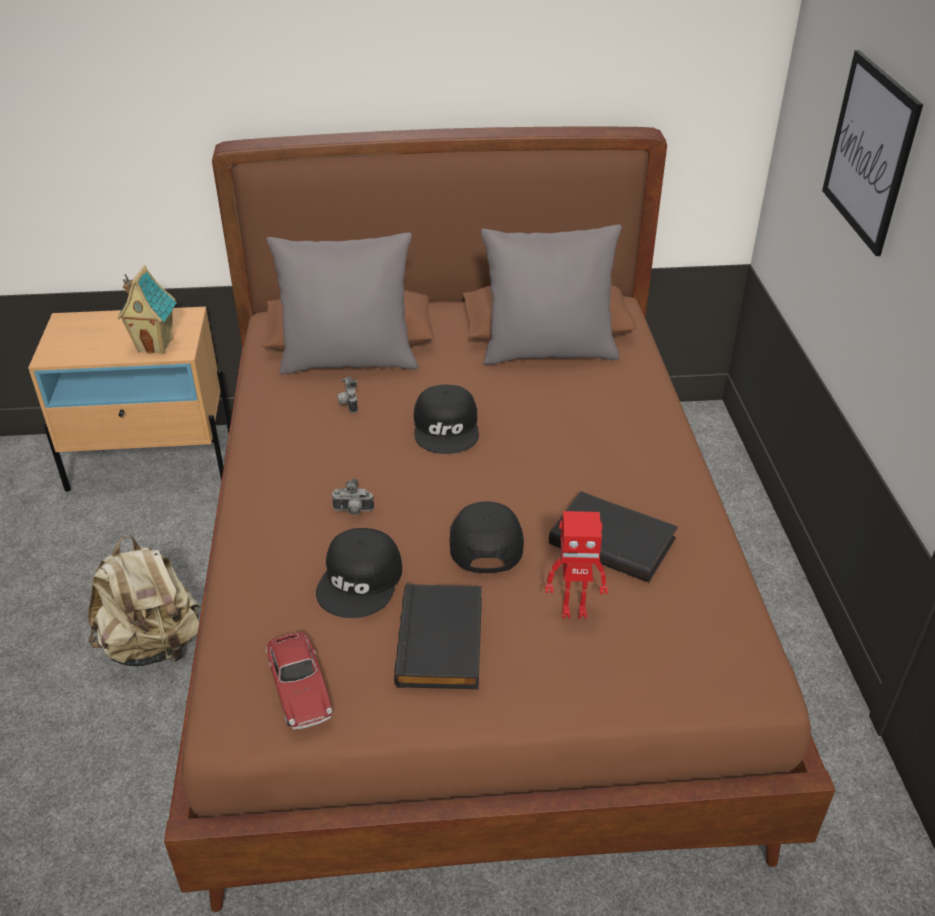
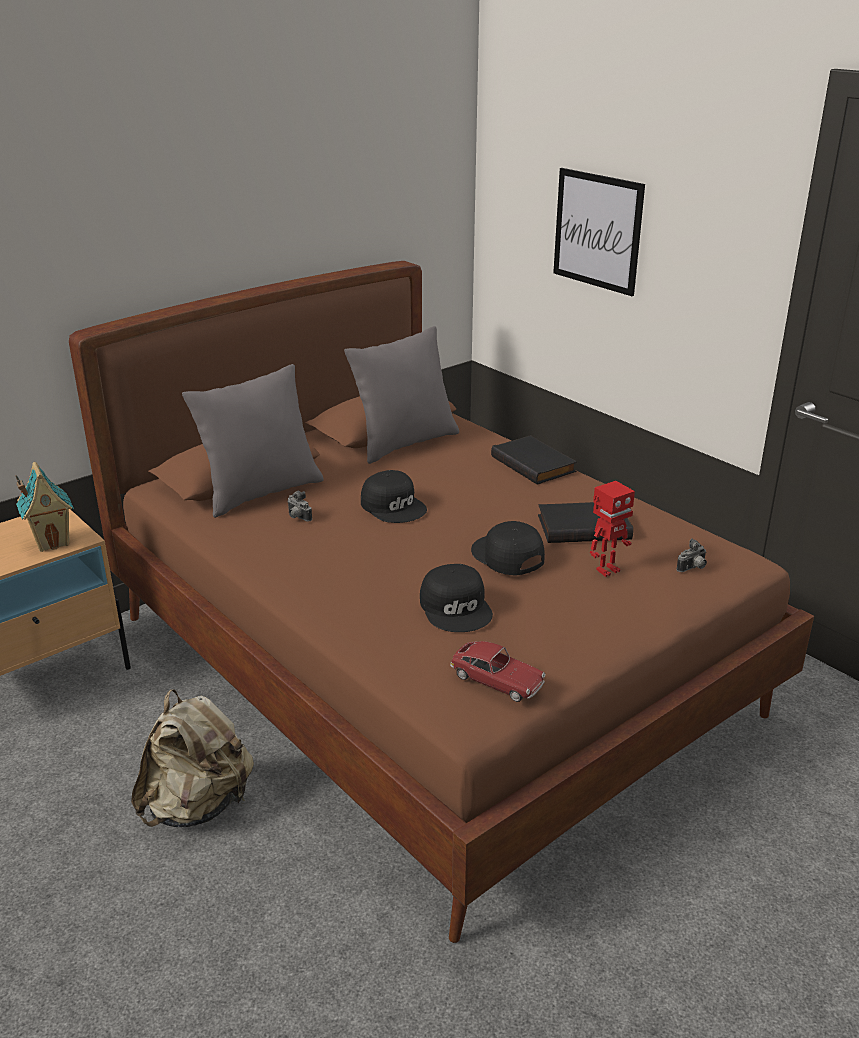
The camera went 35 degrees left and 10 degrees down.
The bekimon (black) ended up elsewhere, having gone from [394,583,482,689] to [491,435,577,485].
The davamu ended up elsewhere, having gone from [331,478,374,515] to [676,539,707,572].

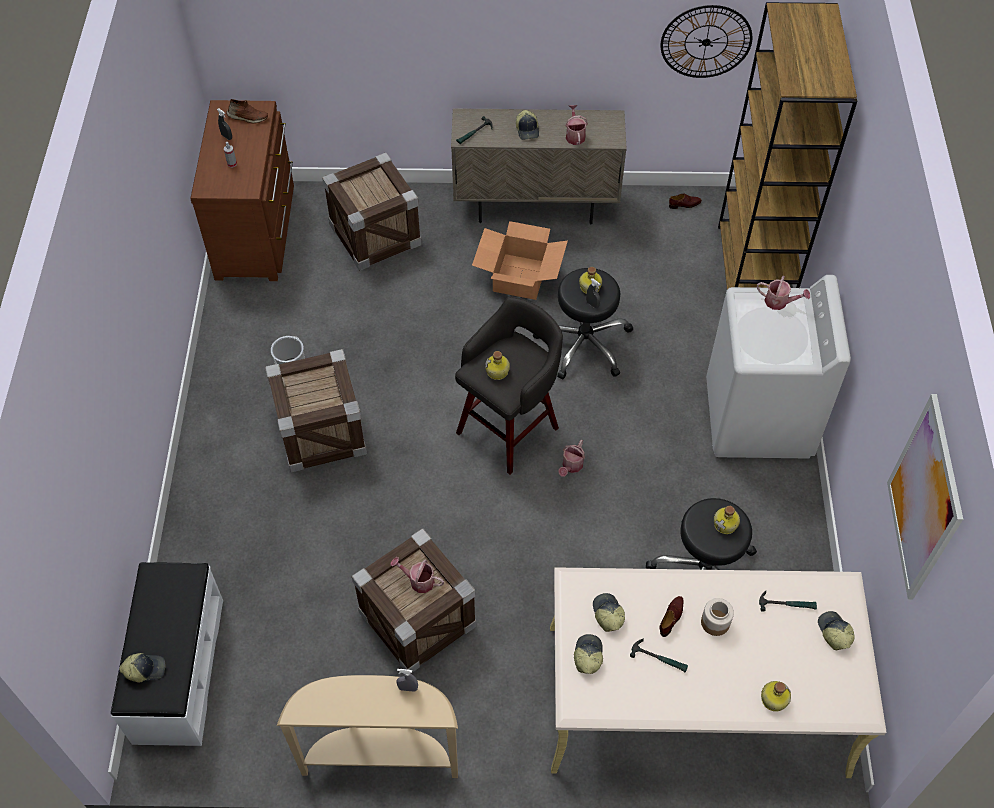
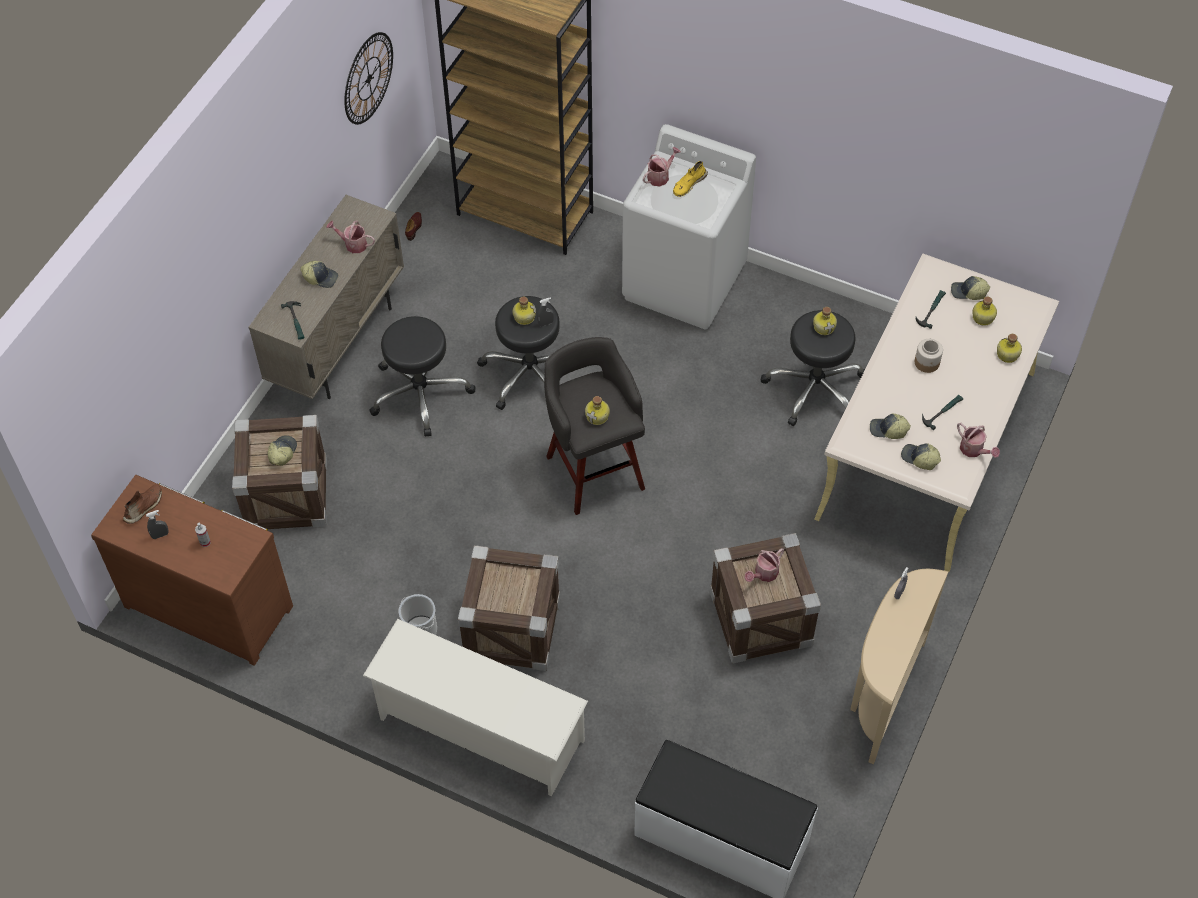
The camera went 65 degrees left and 0 degrees up.
The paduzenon ended up elsewhere, having gone from [119,653,165,683] to [267,435,297,466].
The second view gained the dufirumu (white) at [363,619,588,797].
Where the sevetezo stood at [472,221,568,300], the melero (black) came to stand at [369,316,475,437].
The second view gained the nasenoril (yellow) at [673,161,708,197].
The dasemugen ended up elsewhere, having gone from [558,440,585,477] to [957,423,1000,458].
The second view gained the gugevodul at [972,297,997,326].
The second view lost the nasenoril (brown) at [659,596,683,637].
The second view lost the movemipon at [887,394,963,599].

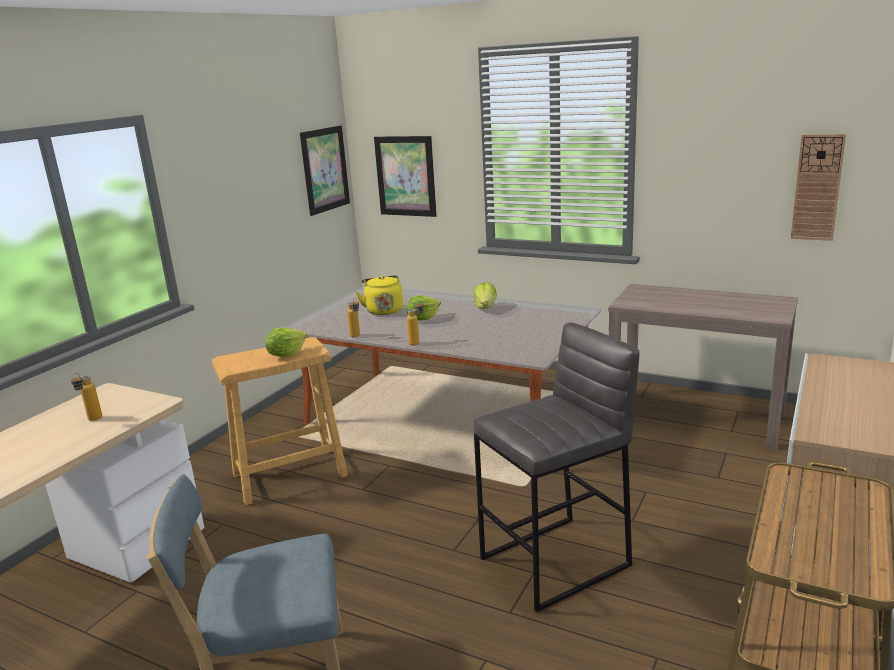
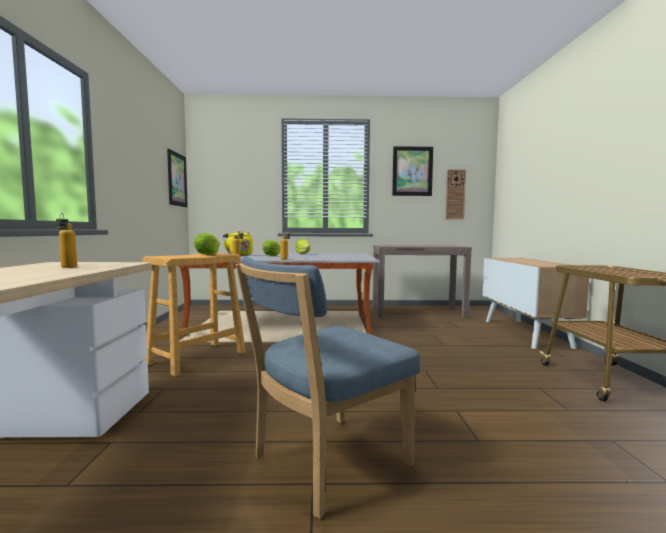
The camera went 30 degrees left and 15 degrees down.
The movemipon ended up elsewhere, having gone from [374,136,437,217] to [392,146,433,196].
The second view lost the melero (grey) at [474,322,639,613].

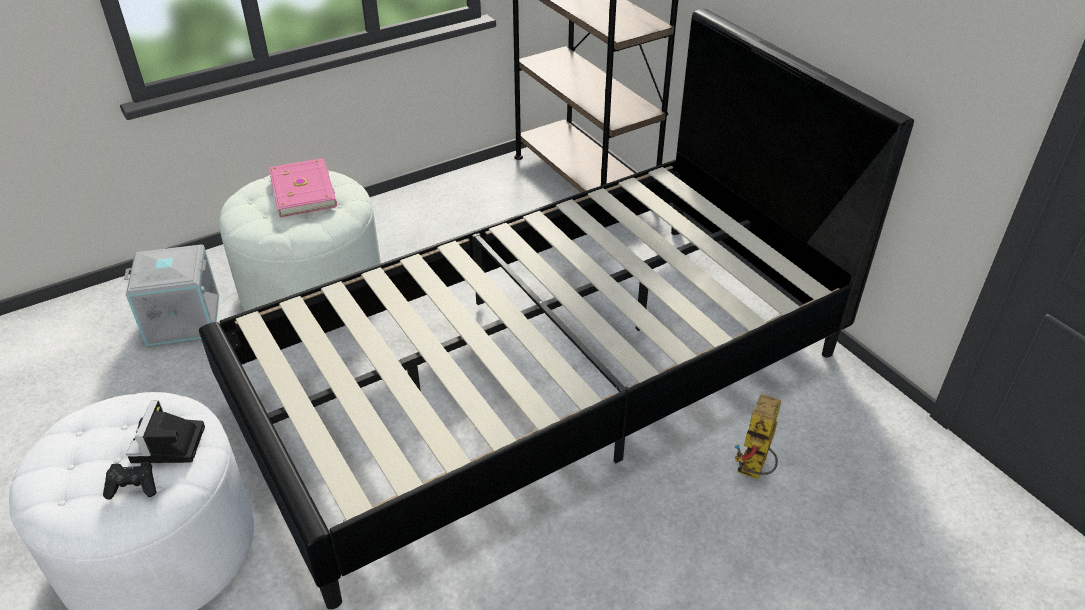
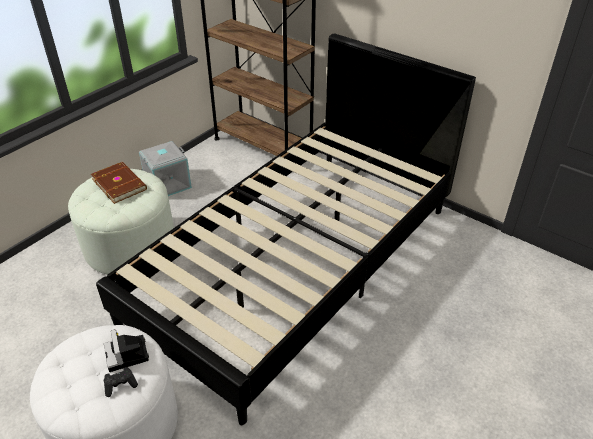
The camera went 20 degrees left and 0 degrees up.
What was the bekimon (pink) at [269,158,337,218] turned into the bekimon (brown) at [91,162,147,204].
The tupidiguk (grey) ended up elsewhere, having gone from [124,245,219,346] to [139,141,192,196].
The second view lost the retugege at [735,394,781,479].

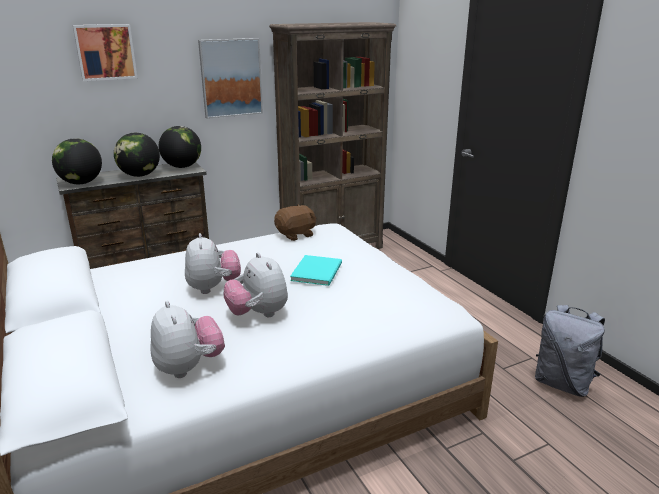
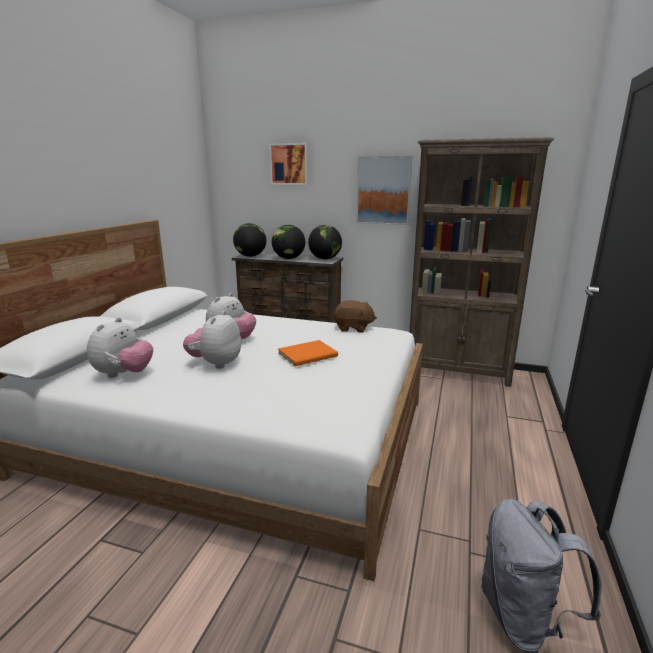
The camera went 45 degrees right and 5 degrees down.
What was the bekimon (turquoise) at [290,255,342,286] turned into the bekimon (orange) at [278,340,338,366].

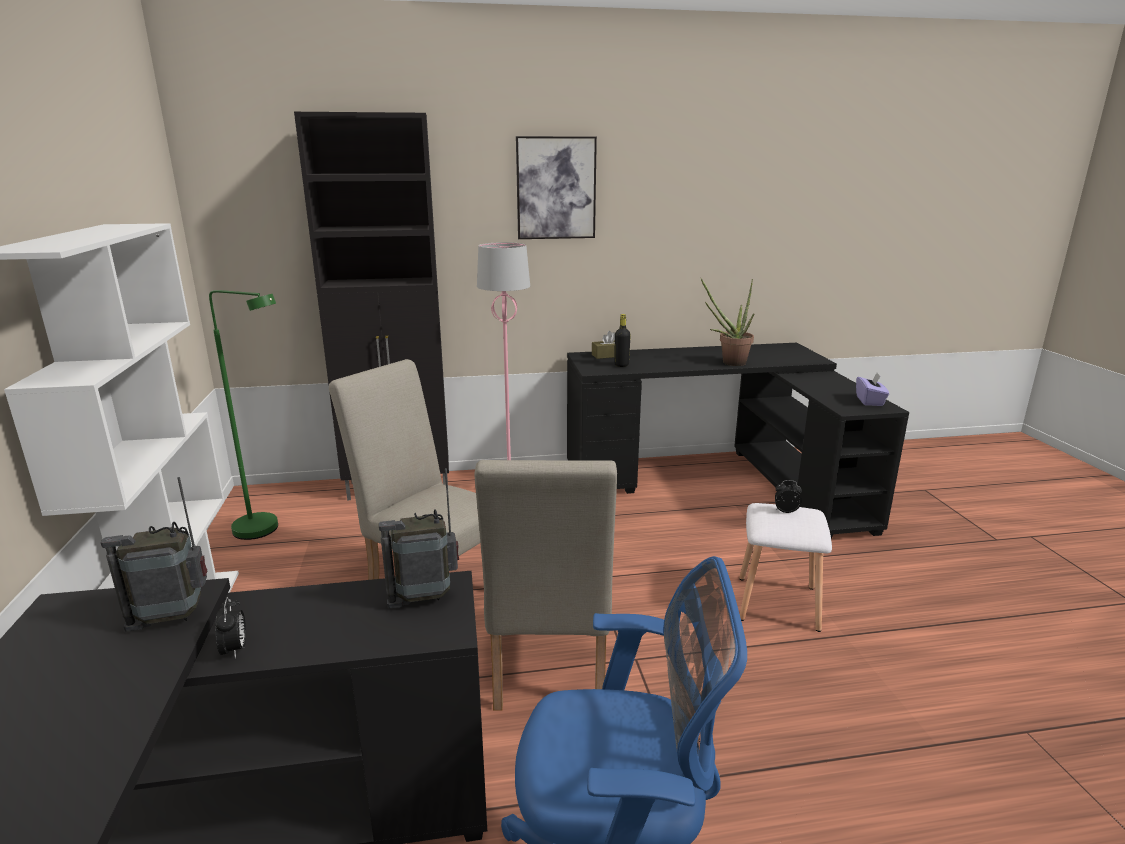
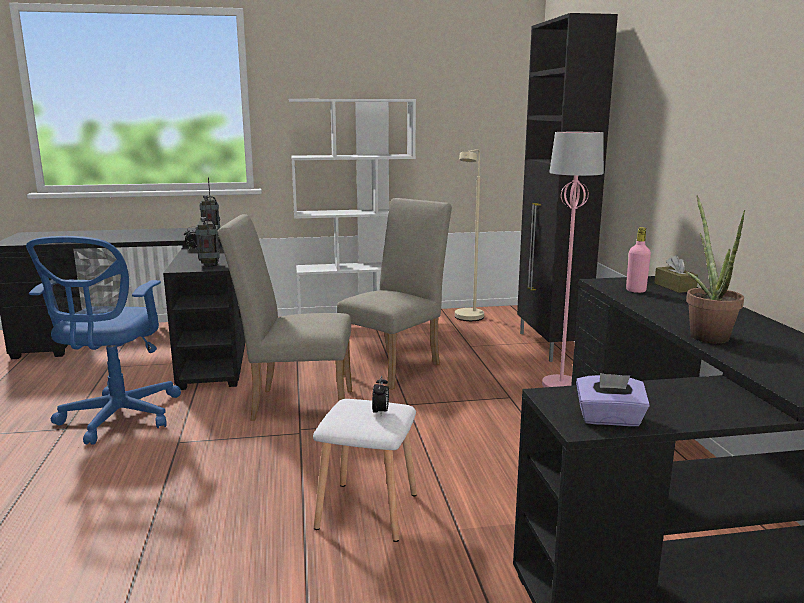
The camera went 90 degrees right and 5 degrees down.
What was the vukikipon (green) at [209,290,278,540] turned into the vukikipon (beige) at [455,149,484,321].
What was the gugevodul (black) at [614,314,631,367] turned into the gugevodul (pink) at [626,227,651,293].
The second view lost the movemipon at [516,136,597,239].

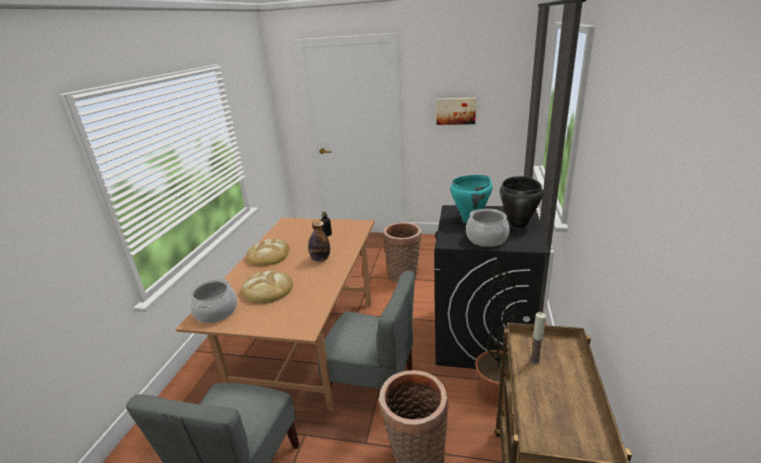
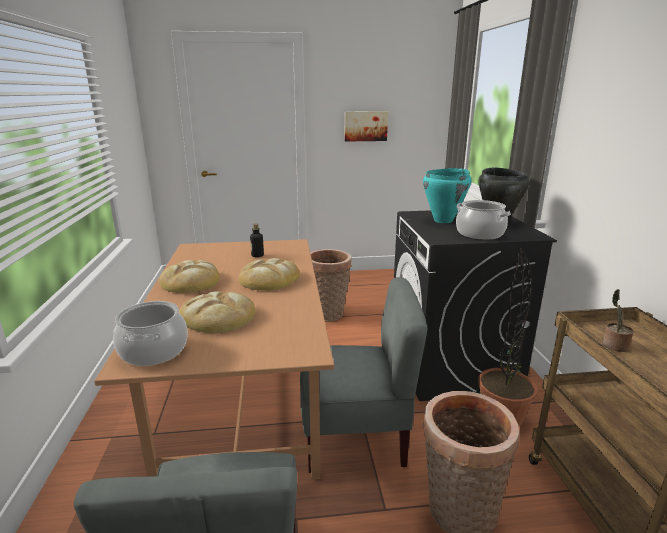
The camera went 20 degrees left and 5 degrees down.
Where the gugevodul stood at [308,220,330,262], the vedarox came to stand at [239,258,300,291].
Where the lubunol stood at [530,312,546,365], the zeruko came to stand at [603,289,633,352].

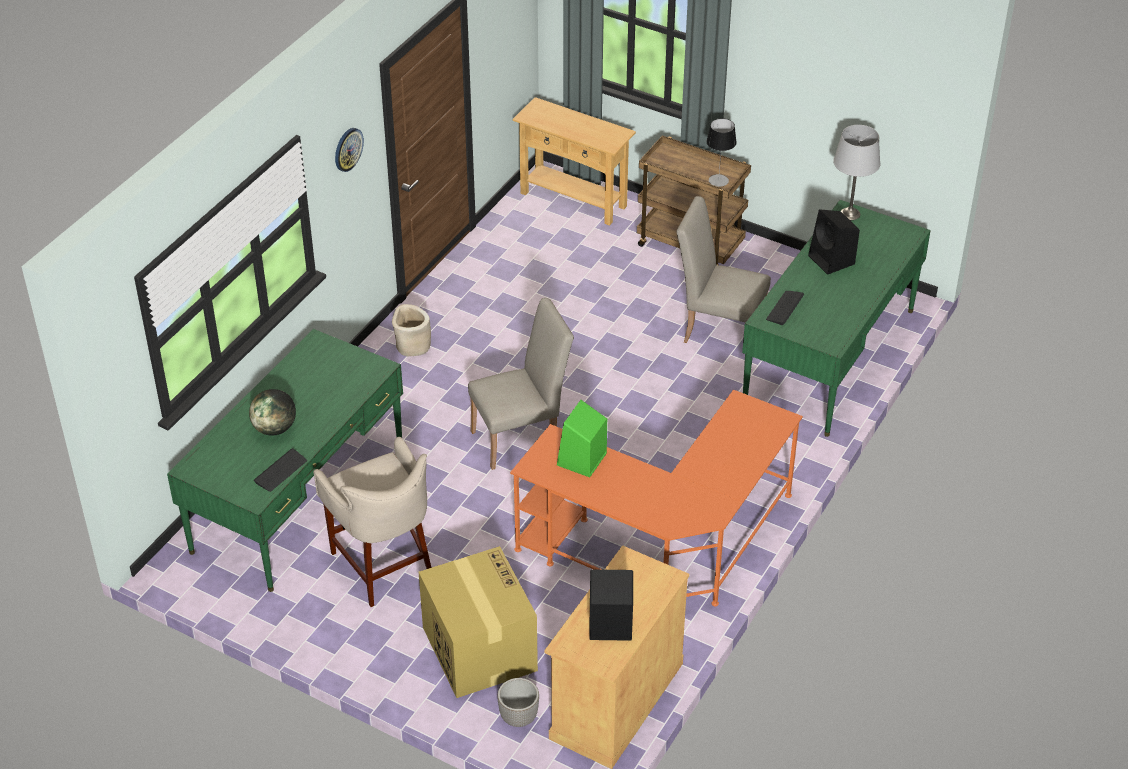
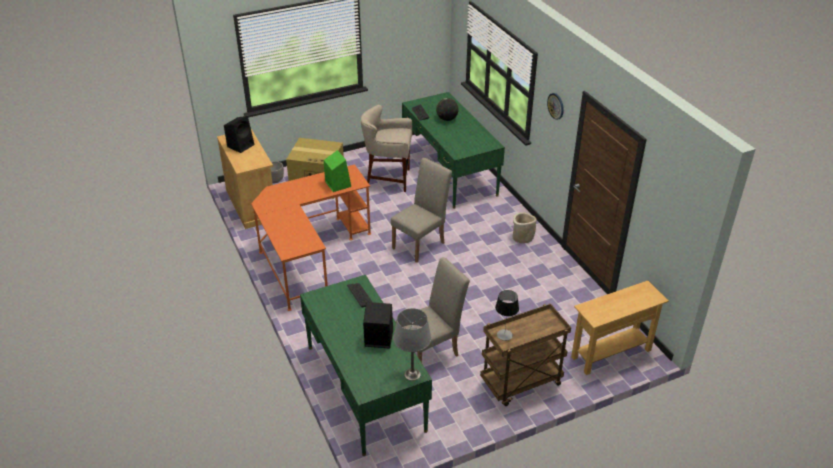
The camera went 125 degrees right and 5 degrees down.
The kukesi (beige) at [468,298,574,470] ended up facing another way, 150 degrees counterclockwise from before.

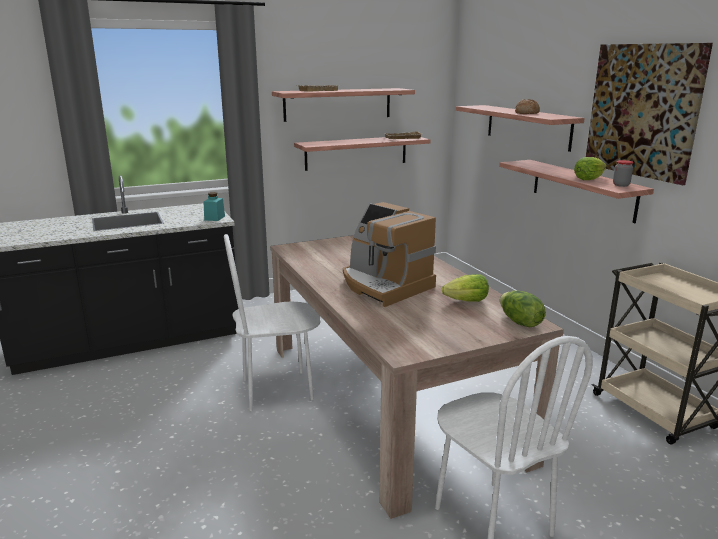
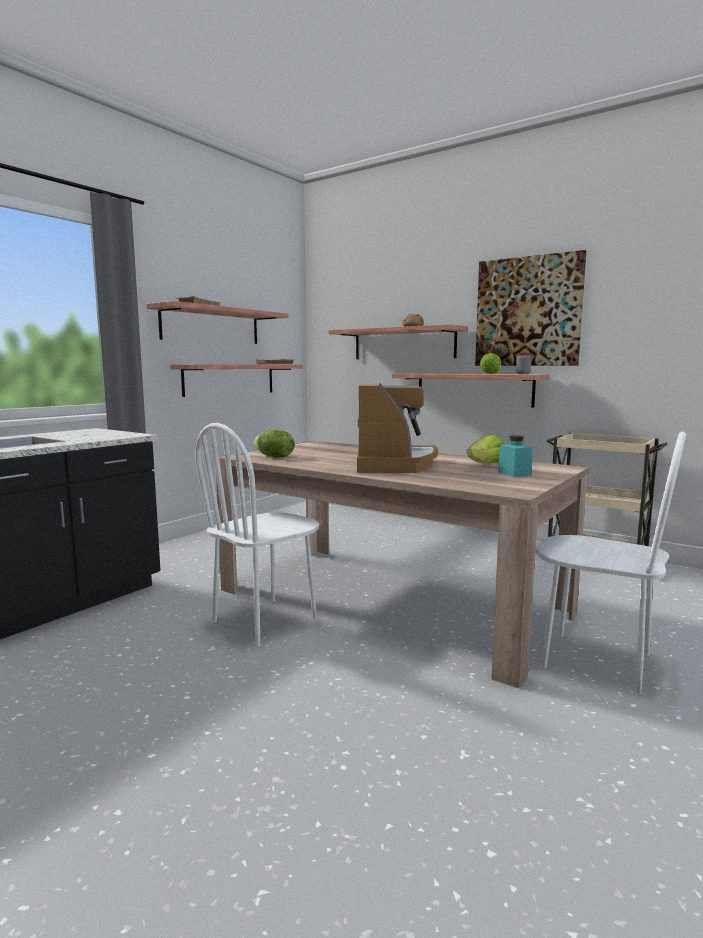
The camera went 30 degrees left and 10 degrees down.
The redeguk ended up elsewhere, having gone from [500,290,546,328] to [254,430,295,458].
The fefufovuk at [343,202,436,307] ended up facing another way, 105 degrees counterclockwise from before.
The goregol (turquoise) ended up elsewhere, having gone from [203,192,225,221] to [498,435,532,477].

